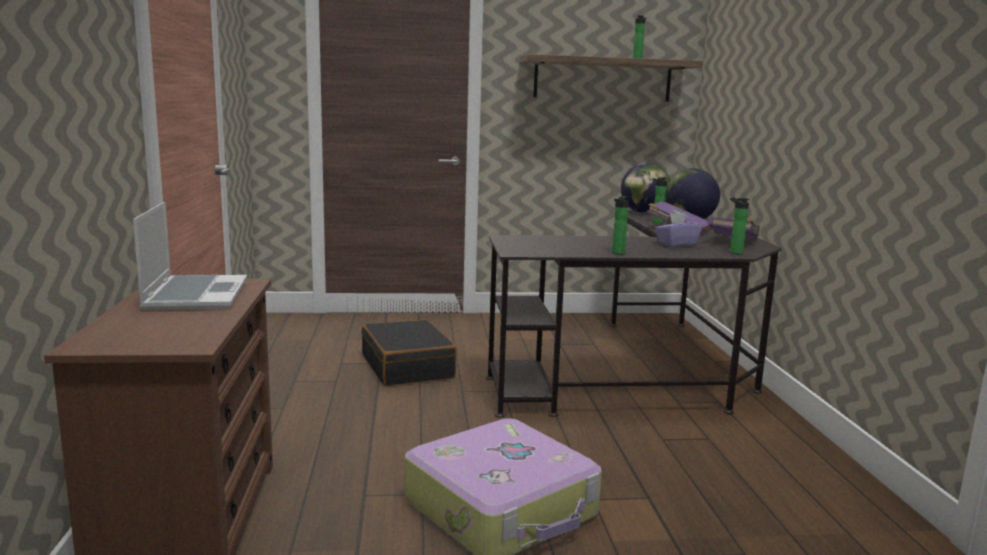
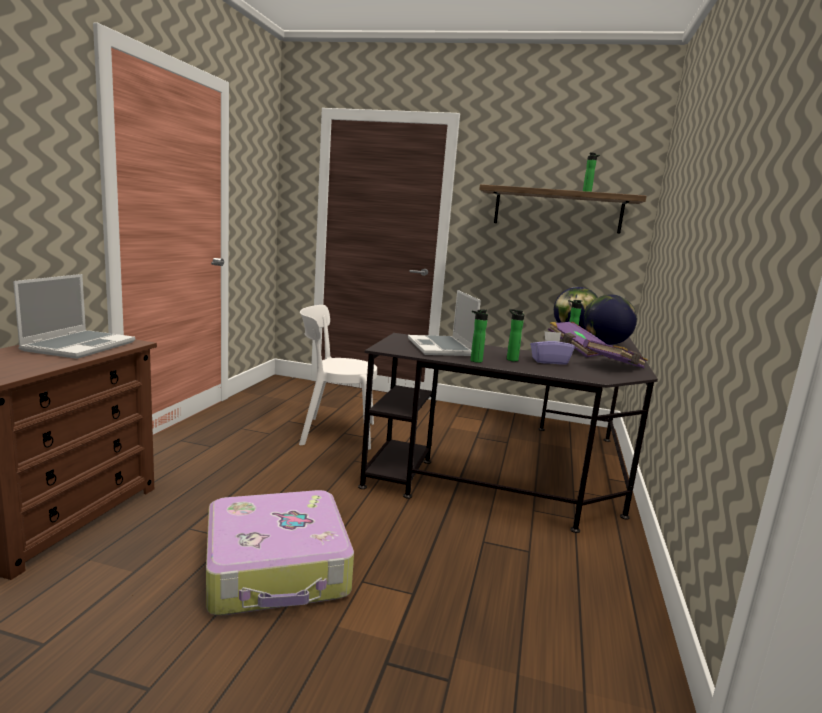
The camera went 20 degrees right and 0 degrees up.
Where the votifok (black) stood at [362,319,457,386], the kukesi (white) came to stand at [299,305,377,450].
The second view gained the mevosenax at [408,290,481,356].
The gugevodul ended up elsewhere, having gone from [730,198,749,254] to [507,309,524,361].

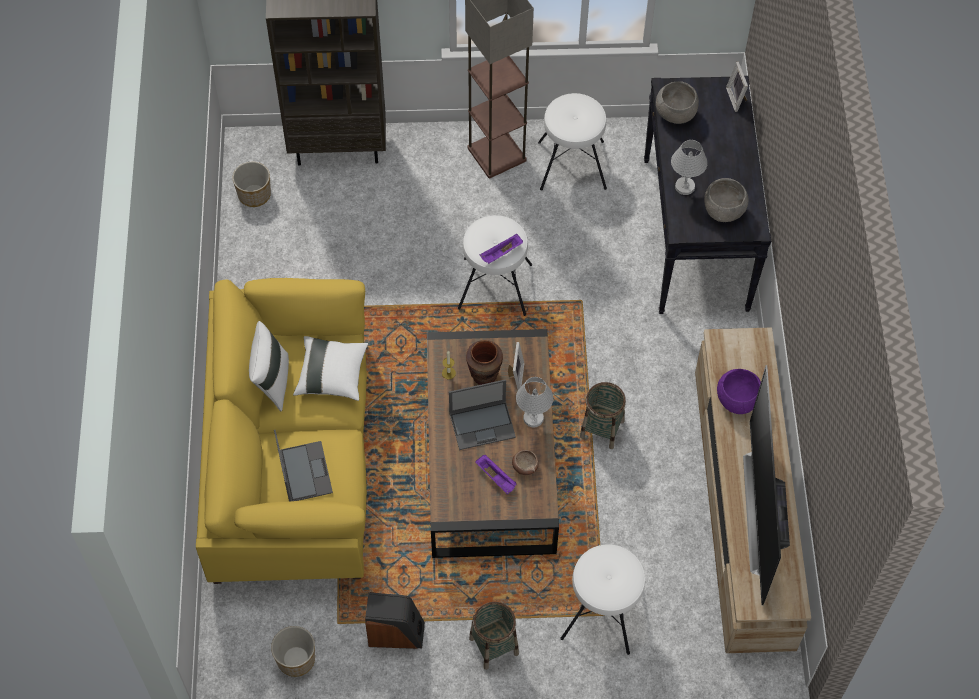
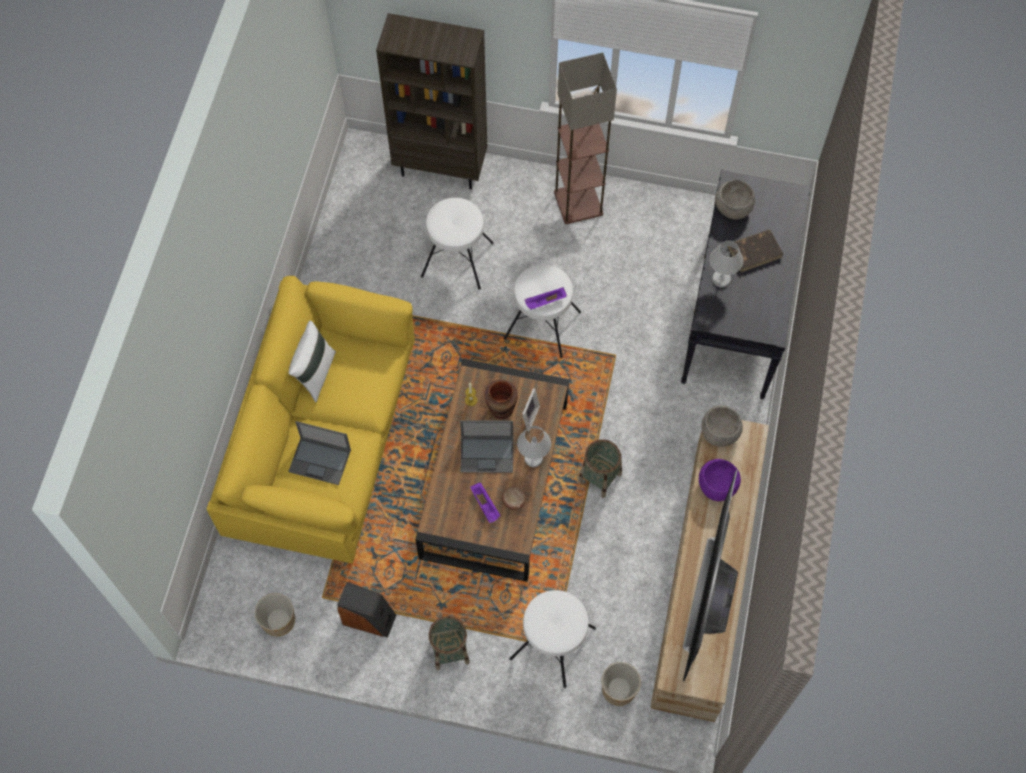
The camera went 15 degrees right and 5 degrees up.
The mevosenax at [274,430,333,502] ended up facing another way, 105 degrees clockwise from before.
The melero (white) ended up elsewhere, having gone from [538,93,607,191] to [421,198,494,290].
The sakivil ended up elsewhere, having gone from [232,162,271,207] to [602,662,641,706].
The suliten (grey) ended up elsewhere, having gone from [704,178,749,222] to [702,405,743,446].
The second view gained the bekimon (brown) at [727,229,783,272].
The second view lost the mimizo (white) at [293,336,368,401].
The second view lost the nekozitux at [726,62,748,112].

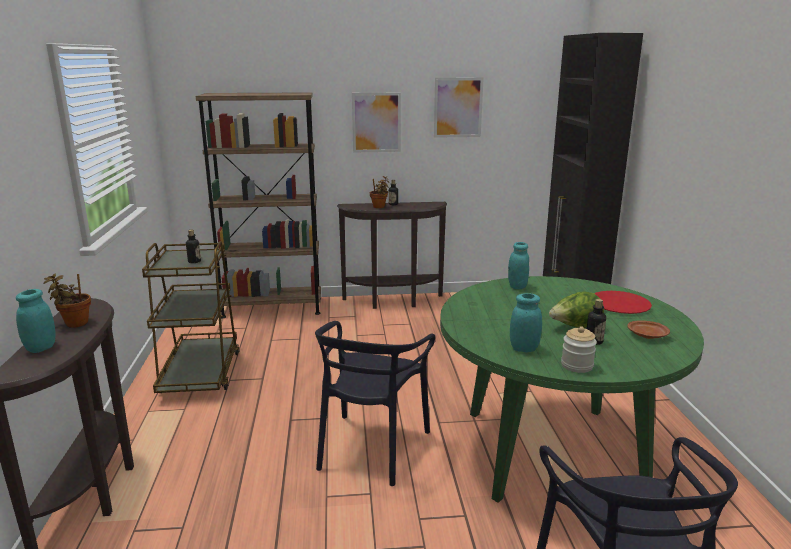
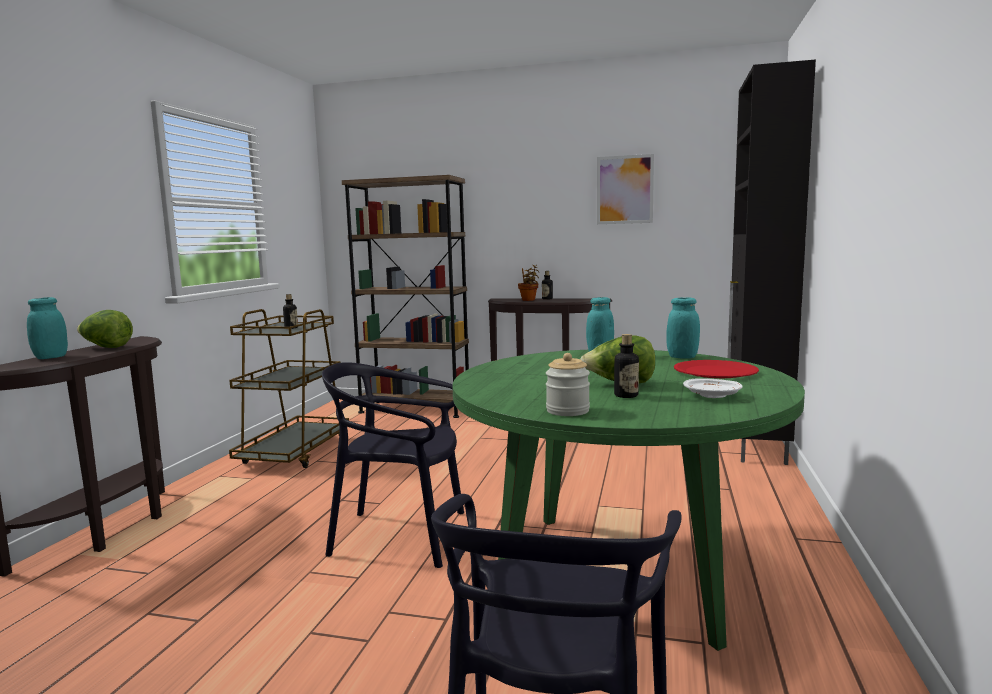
The camera went 20 degrees right and 10 degrees down.
Where the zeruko stood at [43,273,91,328], the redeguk came to stand at [77,310,133,348].
The kukesi (black) at [315,321,435,486] ended up facing another way, 60 degrees clockwise from before.
The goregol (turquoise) ended up elsewhere, having gone from [510,293,542,352] to [666,297,700,359].
What was the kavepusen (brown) at [627,320,670,339] turned into the kavepusen (white) at [683,378,742,398].
The second view lost the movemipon at [352,93,401,152].

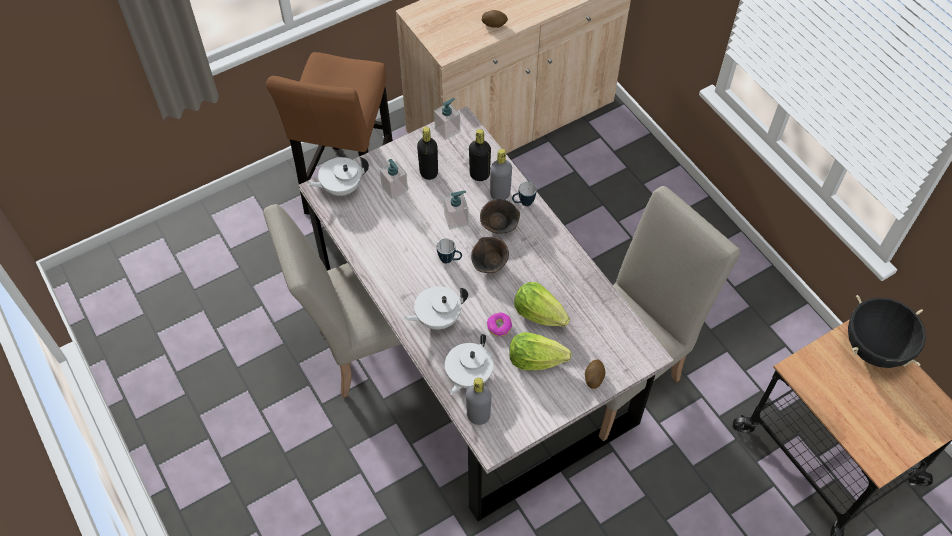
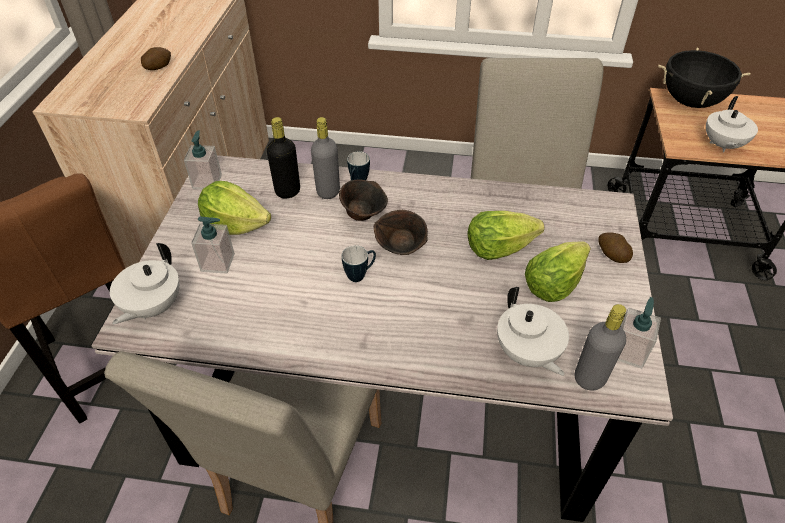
The camera went 50 degrees left and 10 degrees down.
Where the gugevodul (black) stood at [417,127,438,180], the redeguk came to stand at [198,181,271,235].
The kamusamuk ended up elsewhere, having gone from [444,191,468,229] to [618,297,661,369].
The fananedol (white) ended up elsewhere, having gone from [403,286,468,330] to [706,96,758,152].
The second view lost the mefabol at [487,313,512,337].

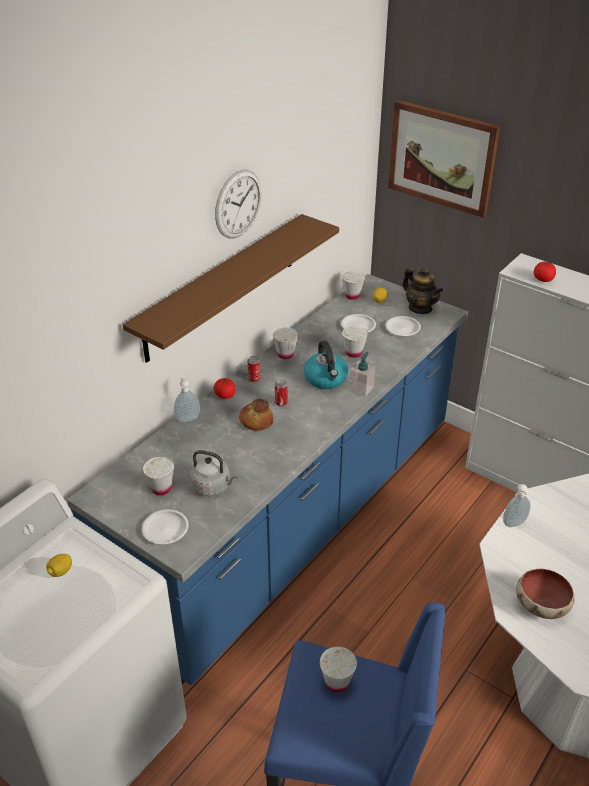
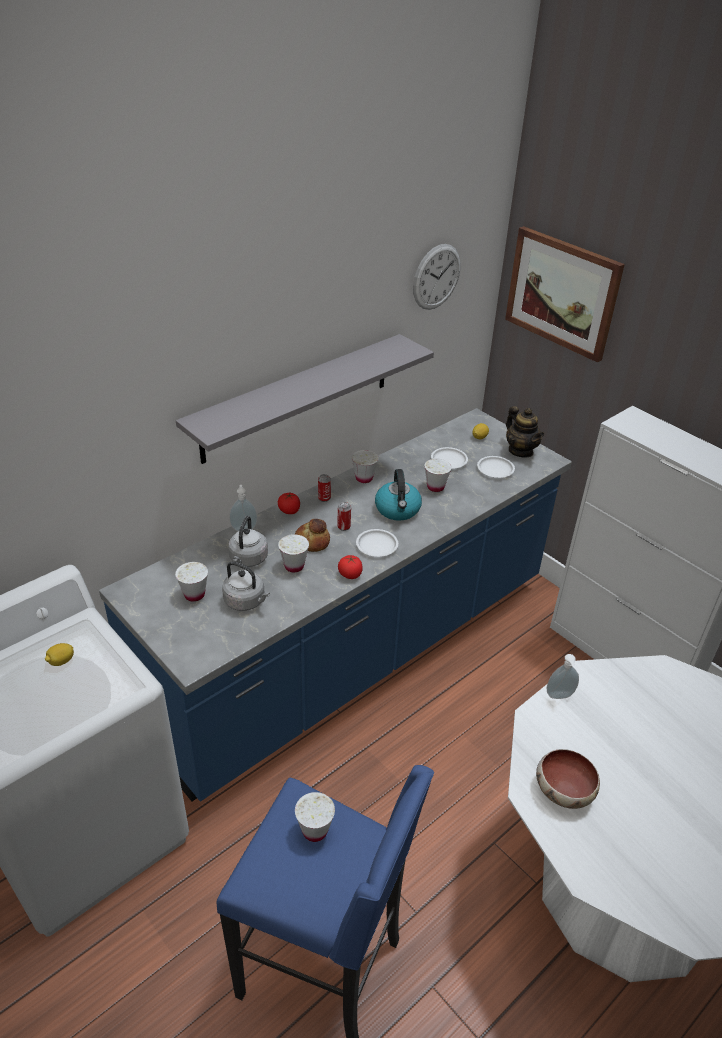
The camera went 10 degrees right and 0 degrees up.
What was the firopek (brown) at [123,214,339,363] turned into the firopek (grey) at [176,334,434,464].
The second view gained the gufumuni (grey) at [228,516,268,567].
The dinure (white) ended up elsewhere, having gone from [342,271,365,300] to [278,534,309,572].
The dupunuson ended up elsewhere, having gone from [534,262,556,282] to [338,555,363,579].
The kavepusen (white) ended up elsewhere, having gone from [142,509,189,544] to [356,529,398,557].
The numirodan ended up elsewhere, having gone from [215,170,261,239] to [413,244,461,310].
The second view lost the kamusamuk at [350,352,375,397].

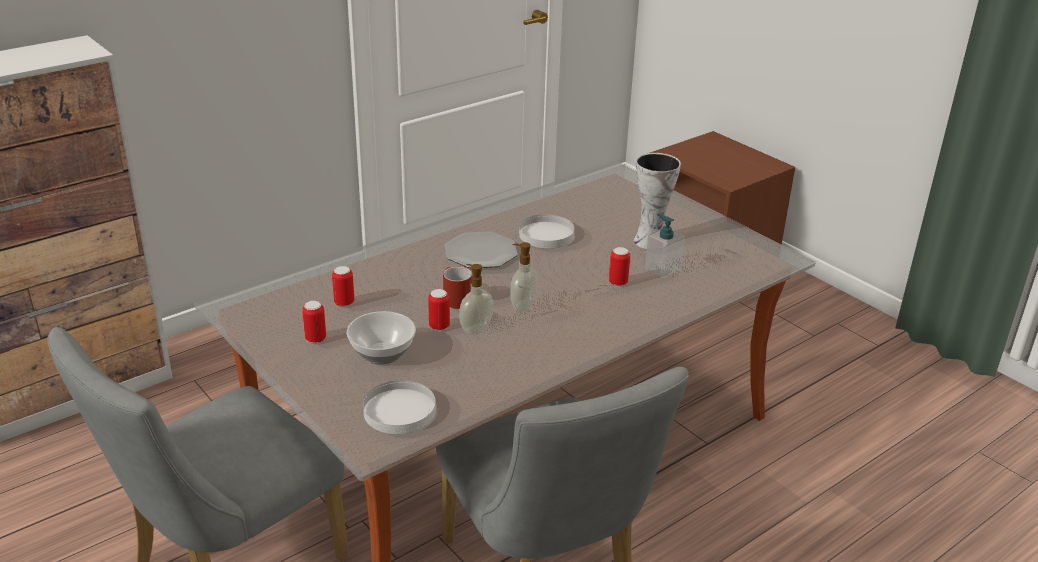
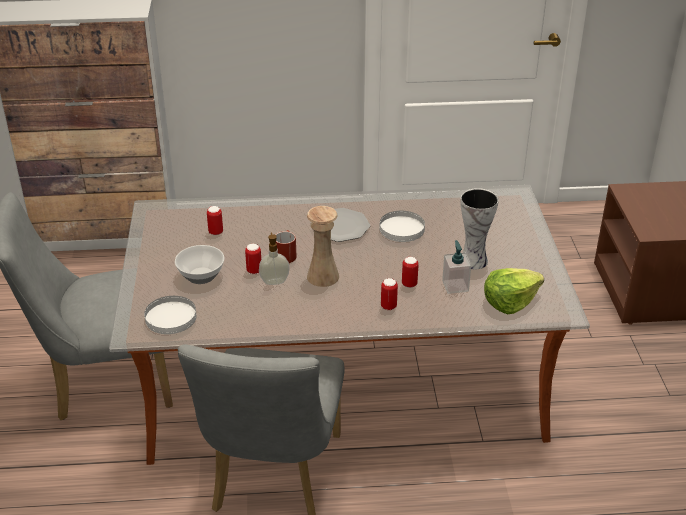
The camera went 35 degrees right and 5 degrees up.
Where the kamusamuk stood at [510,242,538,312], the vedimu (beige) came to stand at [307,206,339,287].
The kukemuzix ended up elsewhere, having gone from [302,301,326,343] to [381,278,398,310].
The second view gained the redeguk at [484,268,544,314].

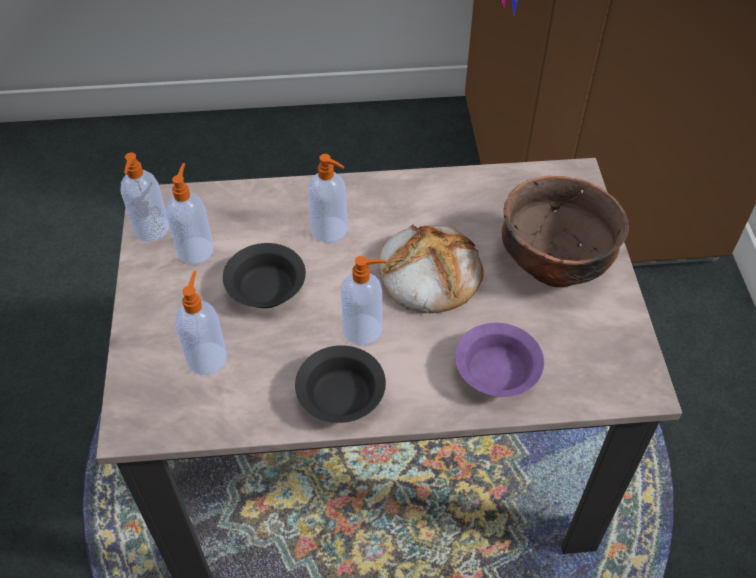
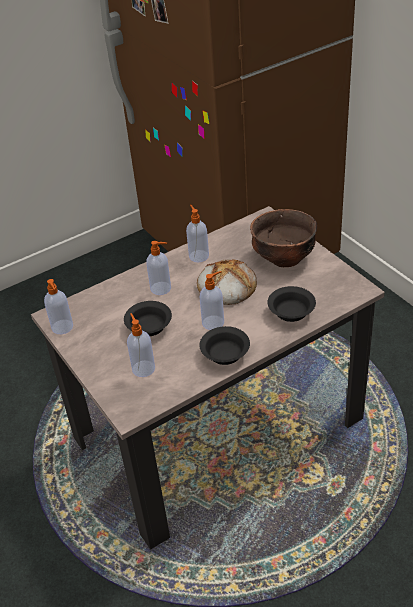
The camera went 25 degrees left and 10 degrees down.
The kamusamuk ended up elsewhere, having gone from [166,163,214,264] to [186,204,209,262].
What was the suliten (purple) at [455,323,544,397] turned into the suliten (black) at [267,286,316,322].

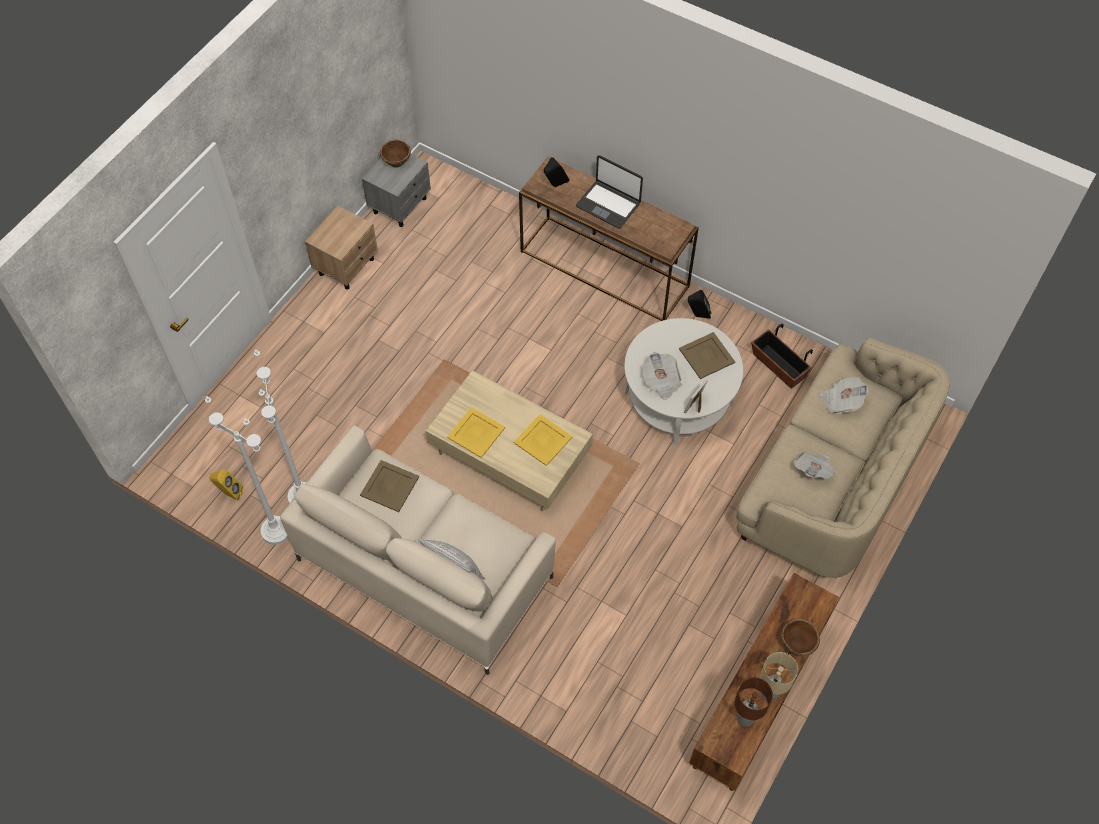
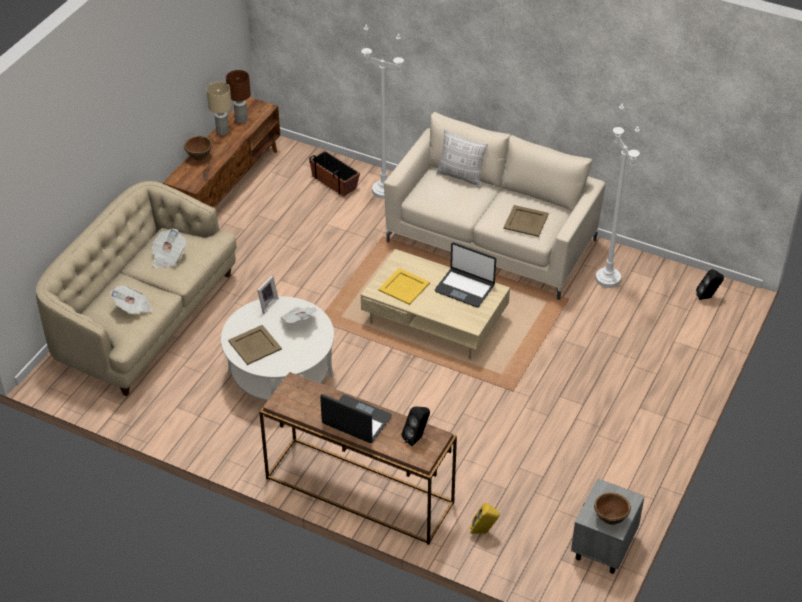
The camera went 175 degrees right and 15 degrees down.
The sakivil ended up elsewhere, having gone from [751,324,813,389] to [309,151,360,197].
The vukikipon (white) ended up elsewhere, having gone from [205,396,288,545] to [361,25,404,199].
Where the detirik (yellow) stood at [447,407,505,458], the mevosenax came to stand at [435,242,496,307].
The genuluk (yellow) ended up elsewhere, having gone from [209,470,243,500] to [470,503,499,534].
The genuluk (black) ended up elsewhere, having gone from [688,290,711,319] to [696,269,724,300].
The second view lost the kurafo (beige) at [305,205,378,290].

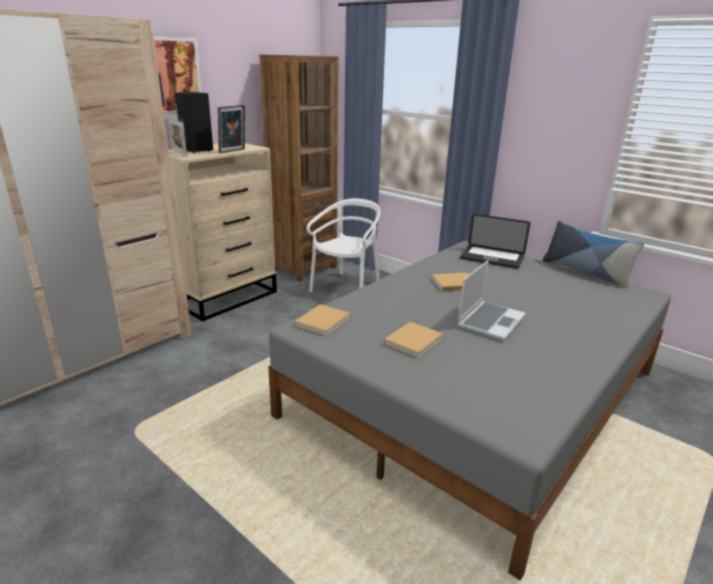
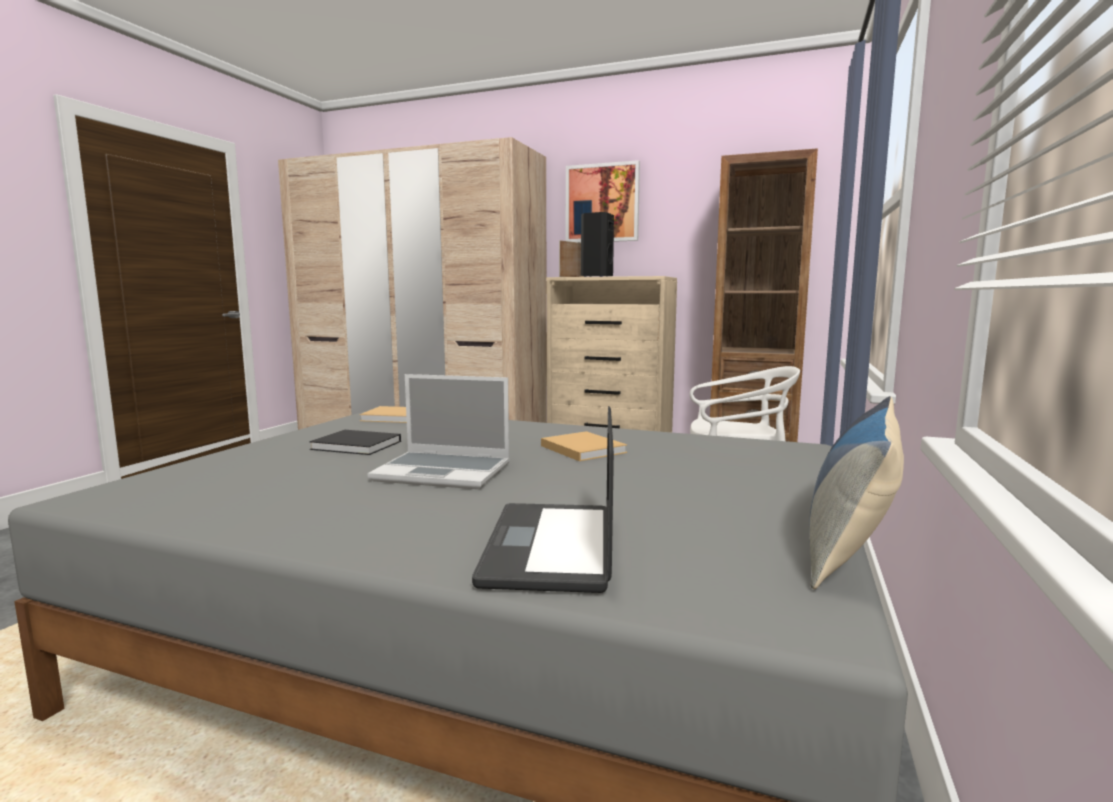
The camera went 70 degrees right and 15 degrees down.
What was the bekimon (beige) at [384,322,443,358] turned into the bekimon (black) at [309,430,401,455].
The mevosenax ended up elsewhere, having gone from [460,214,530,269] to [472,406,614,593].
The second view lost the nekozitux at [217,105,245,153].

